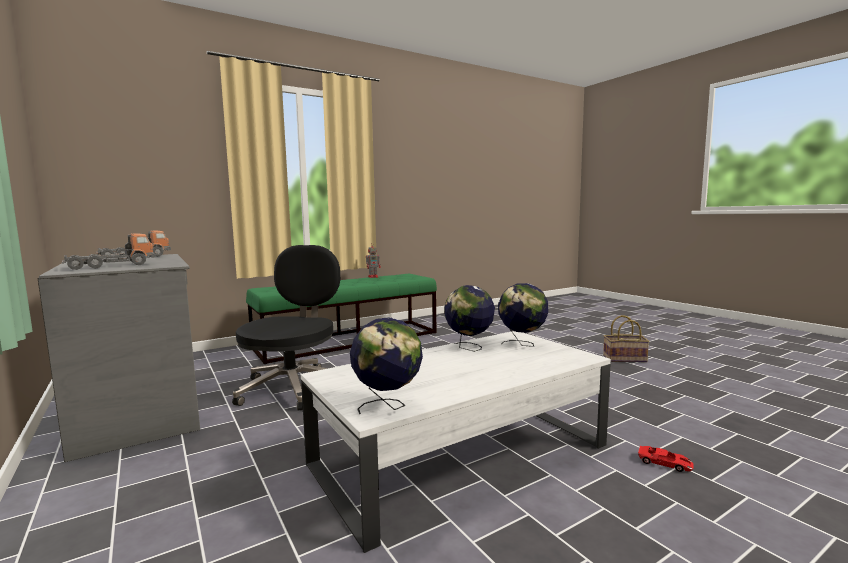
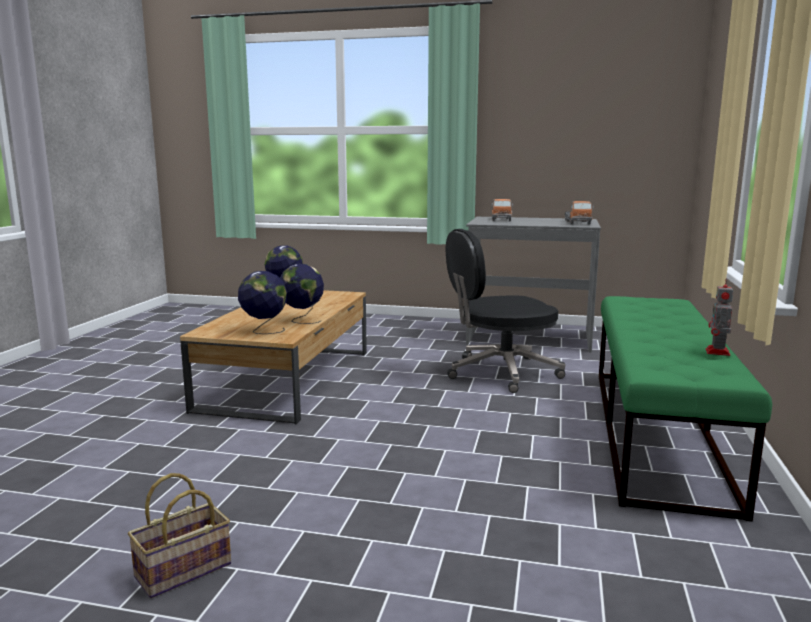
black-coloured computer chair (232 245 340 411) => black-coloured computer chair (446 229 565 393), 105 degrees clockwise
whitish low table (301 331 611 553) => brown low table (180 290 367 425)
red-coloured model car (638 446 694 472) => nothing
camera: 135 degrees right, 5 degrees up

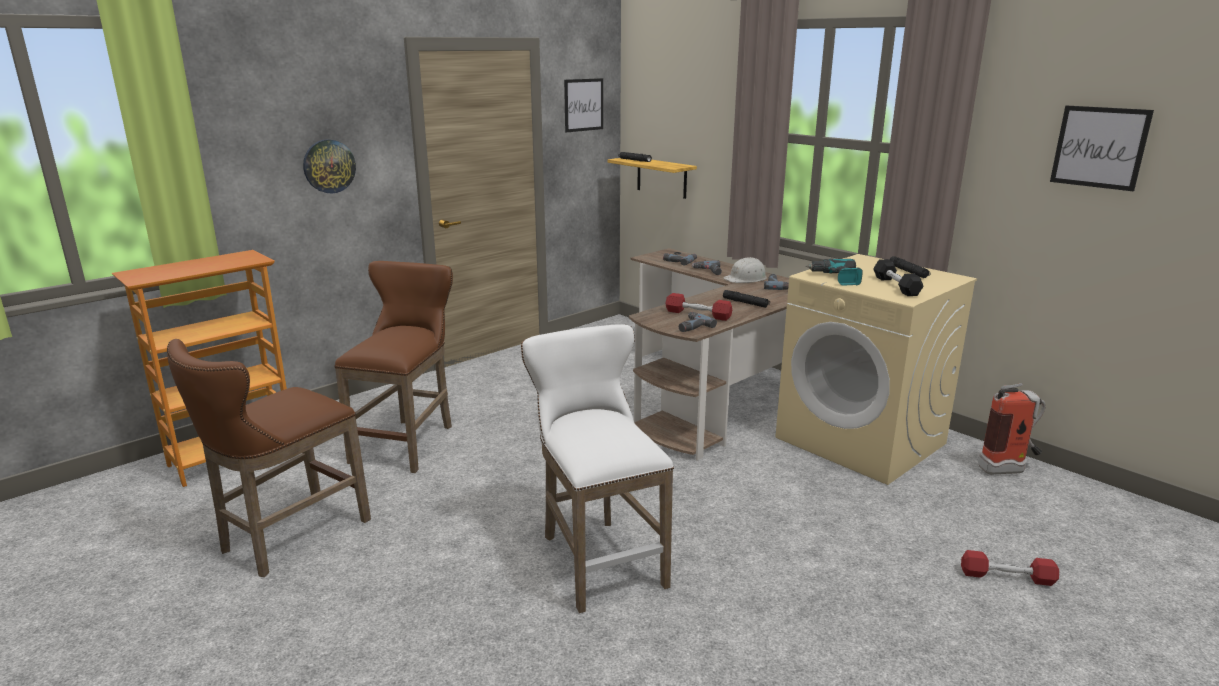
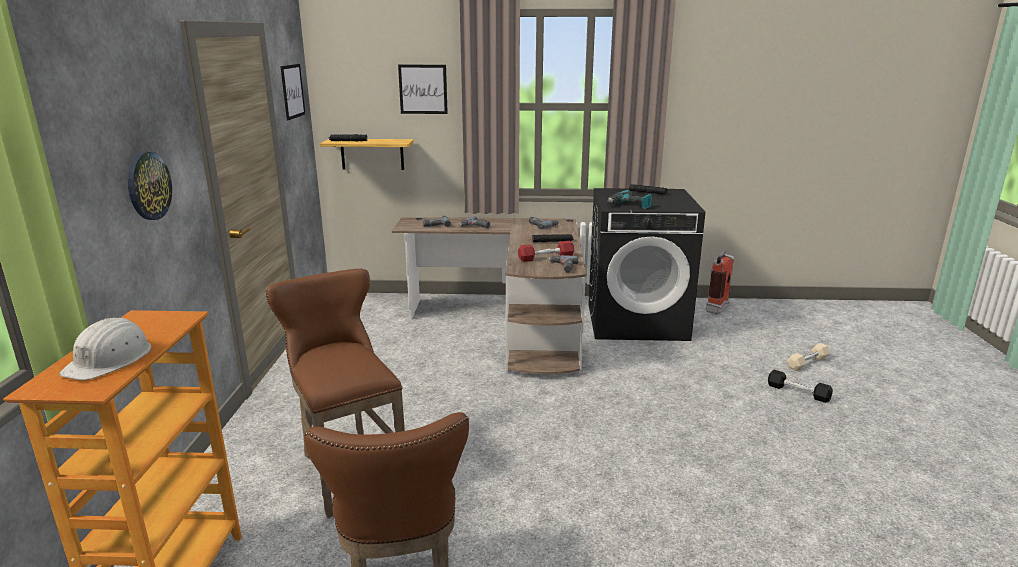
wall art (1050 106 1154 191) => wall art (398 65 448 114), move
beige washing machine (775 254 977 485) => black-coloured washing machine (588 188 705 341)
whitish safety helmet (723 257 767 283) => whitish safety helmet (59 318 151 380), move
black-coloured hand weight (873 259 924 296) => black-coloured hand weight (768 370 833 403), move
whitish stool (521 324 674 613) => nothing
red-coloured hand weight (961 550 1059 586) => beige hand weight (787 343 830 371)
camera: 45 degrees left, 0 degrees up

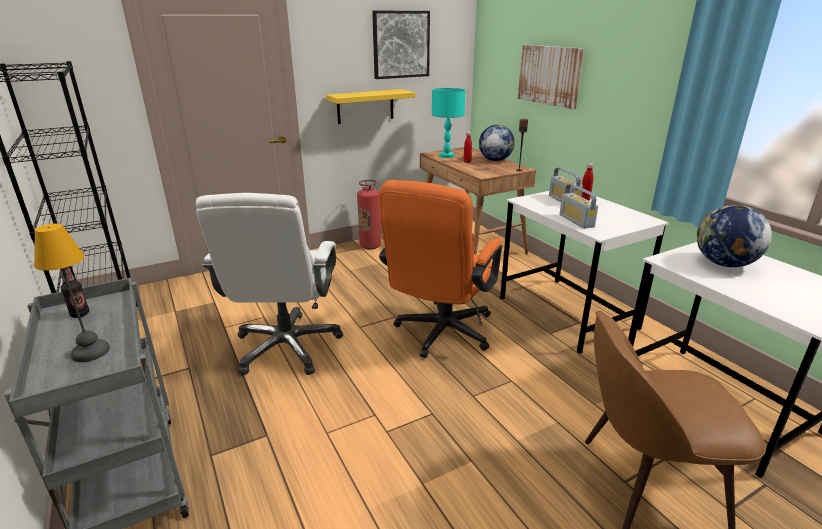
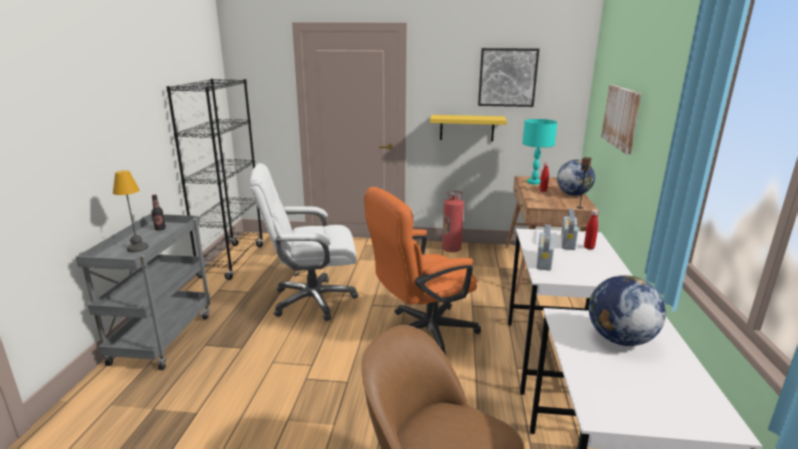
whitish computer chair (196 193 343 375) => whitish computer chair (250 163 358 321), 45 degrees clockwise
camera: 35 degrees right, 5 degrees down

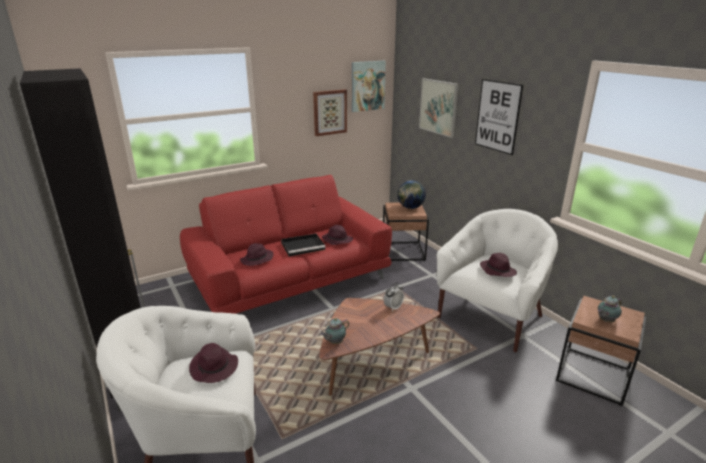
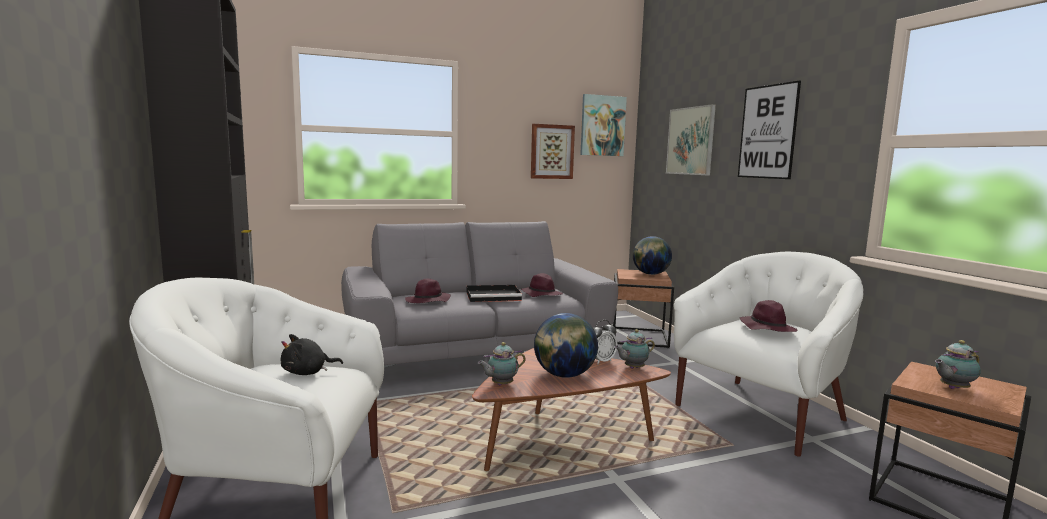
red-coloured sofa (180 175 392 314) => gray sofa (341 221 618 368)
purple wearable hat (189 343 238 383) => black-coloured soft toy (281 334 343 375)
nothing => globe (534 313 598 378)
nothing => teapot (614 329 655 369)
camera: 10 degrees right, 15 degrees down

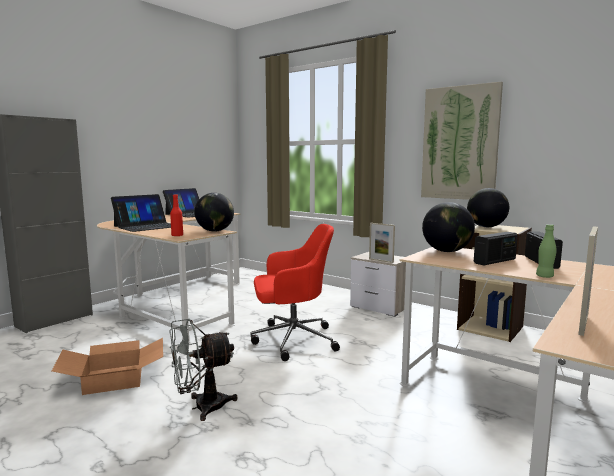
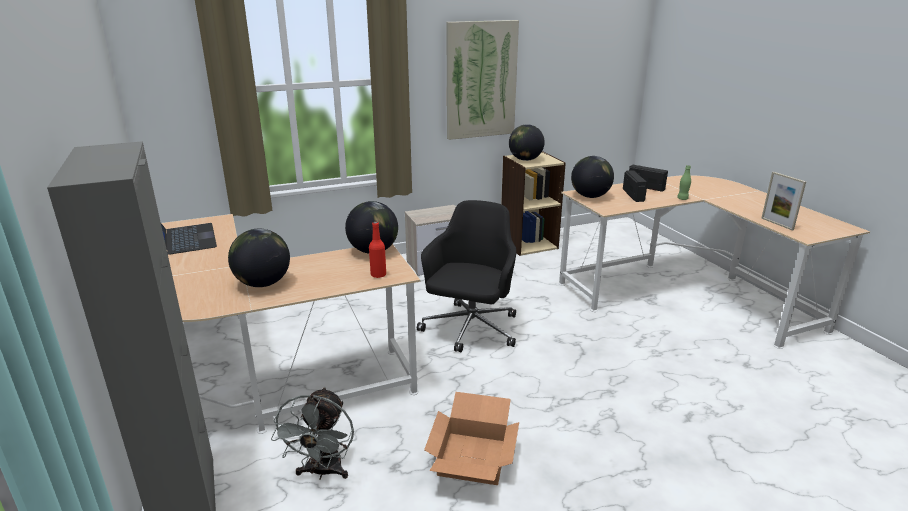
notebook computer (111 194 171 232) => globe (228 229 290 287)
standing frame (369 223 395 263) => nothing
red-coloured computer chair (250 224 340 361) => black-coloured computer chair (417 200 516 352)
gray electric fan (169 318 238 421) => gray electric fan (271 387 354 480), move
camera: 60 degrees left, 15 degrees up

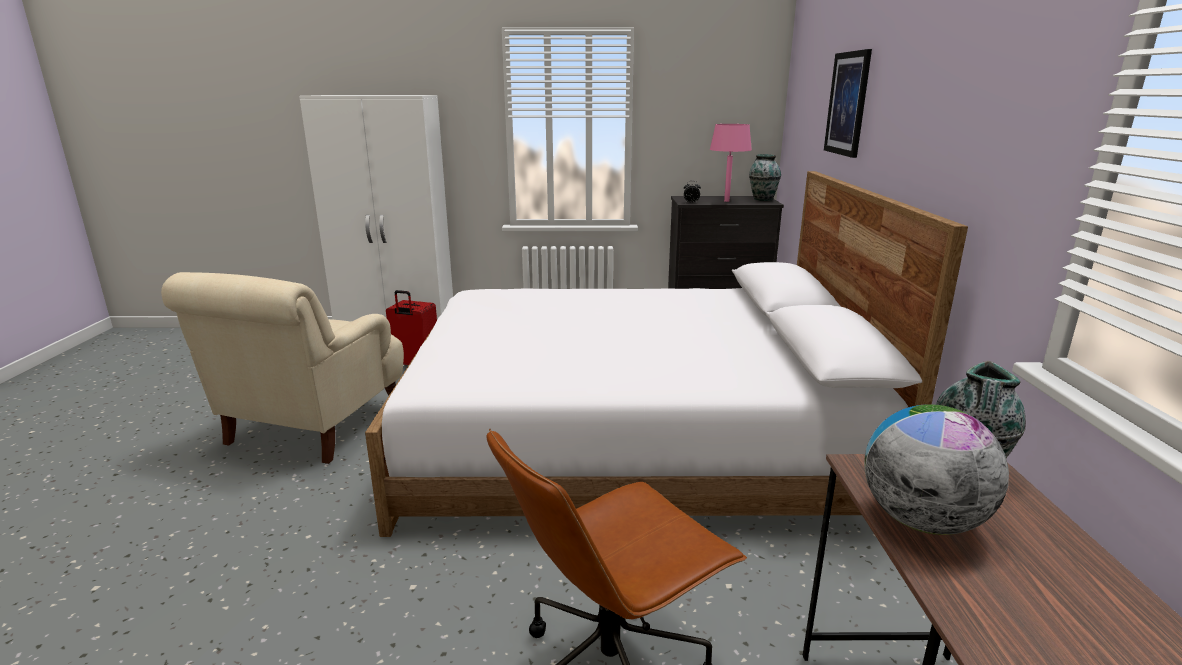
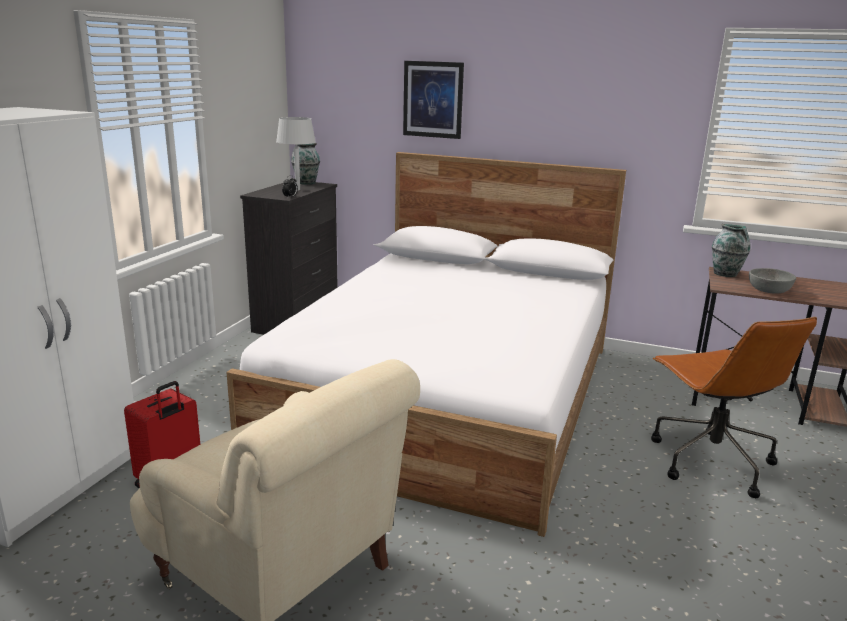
pink-coloured lamp for a table (710 124 752 202) => gray lamp for a table (276 117 316 190)
globe (864 404 1009 535) => gray serving bowl (749 268 796 294)
camera: 70 degrees left, 0 degrees up

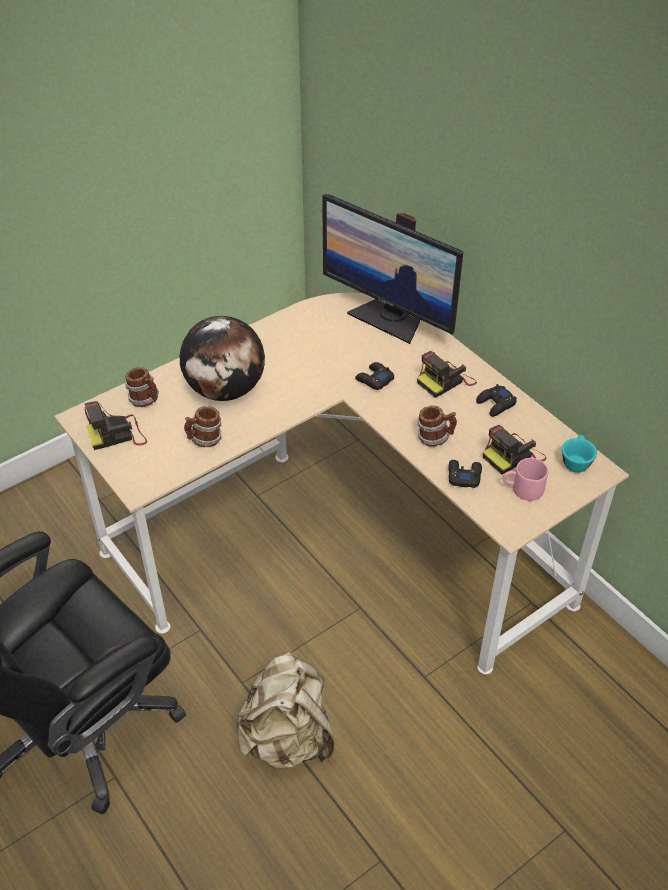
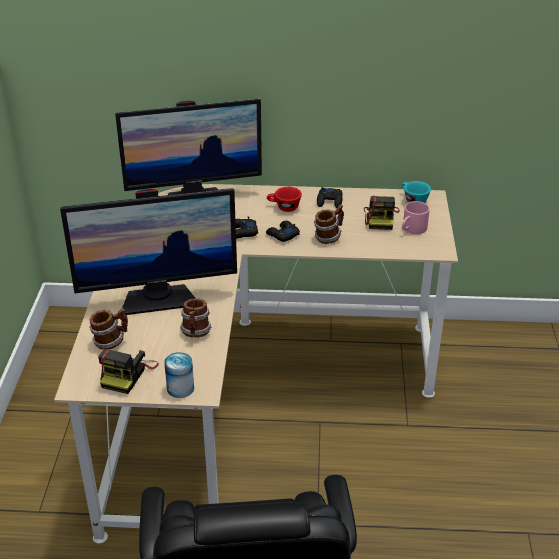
globe (179 316 265 401) => computer screen (60 188 237 315)
photo camera (417 351 477 398) => red-coloured cup (267 187 302 212)
black-coloured game controller (448 460 482 488) => black-coloured game controller (266 221 300 242), move
beige rucksack (236 652 334 770) => nothing
nothing => metal can (164 352 194 398)
camera: 50 degrees left, 10 degrees down

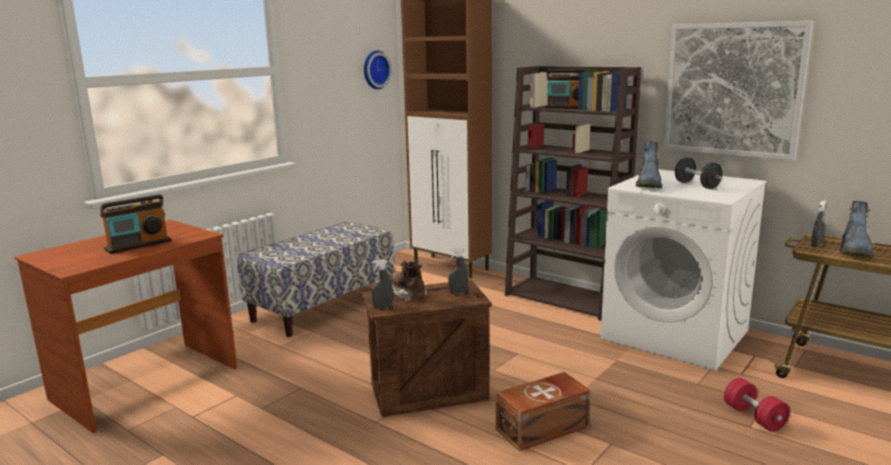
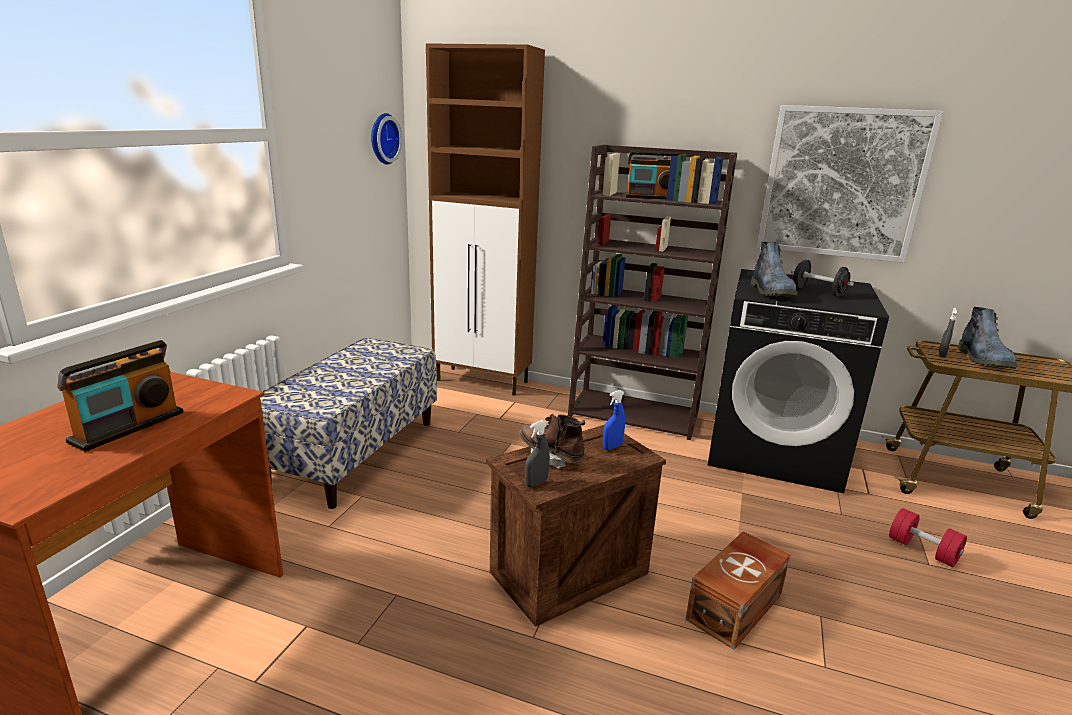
whitish washing machine (601 169 767 371) => black-coloured washing machine (708 269 889 493)
gray hand sprayer (448 247 468 294) => blue-coloured hand sprayer (603 390 625 450)
camera: 20 degrees left, 5 degrees up

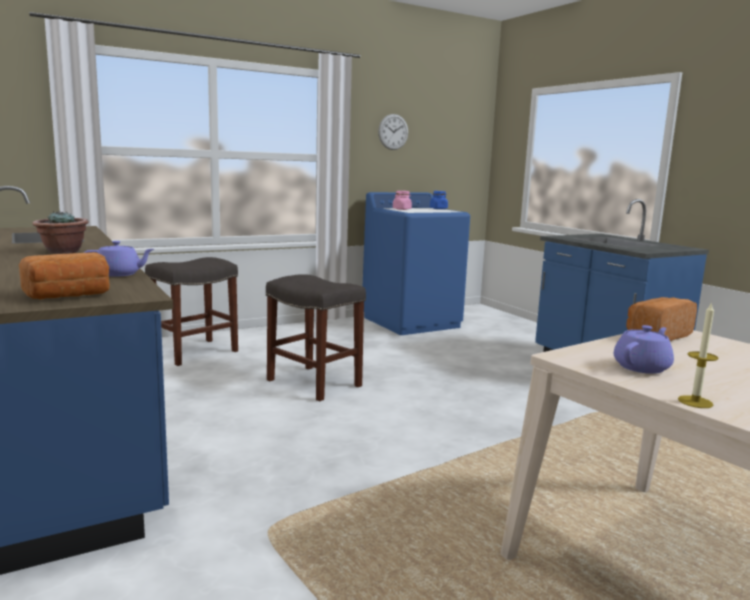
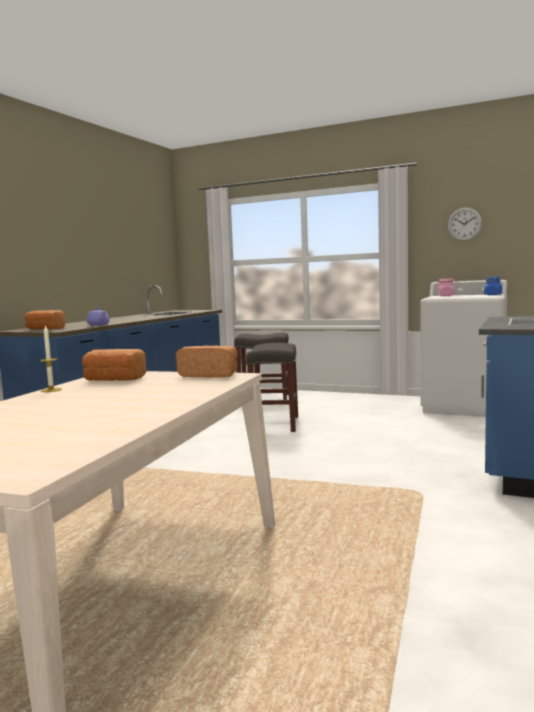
blue-coloured washing machine (363 192 470 335) => whitish washing machine (420 280 507 417)
potted plant (32 211 89 254) => nothing
purple teapot (614 325 674 374) => baked bread (82 349 147 381)
camera: 55 degrees right, 5 degrees down

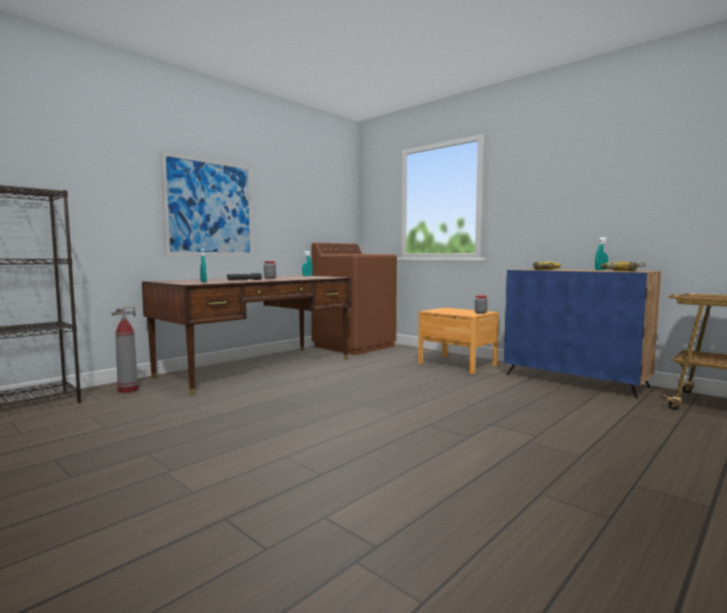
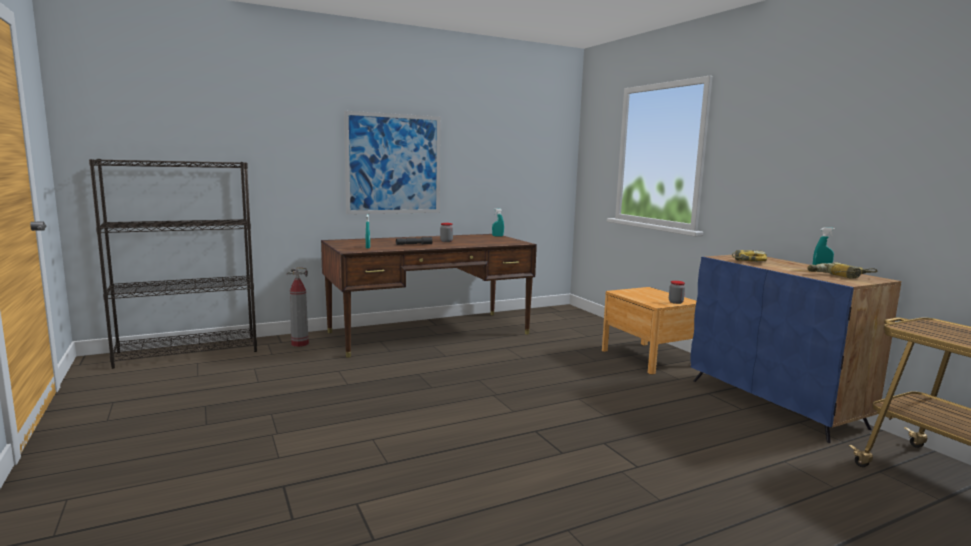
brown washing machine (311 242 397 355) => nothing
camera: 20 degrees right, 5 degrees up

